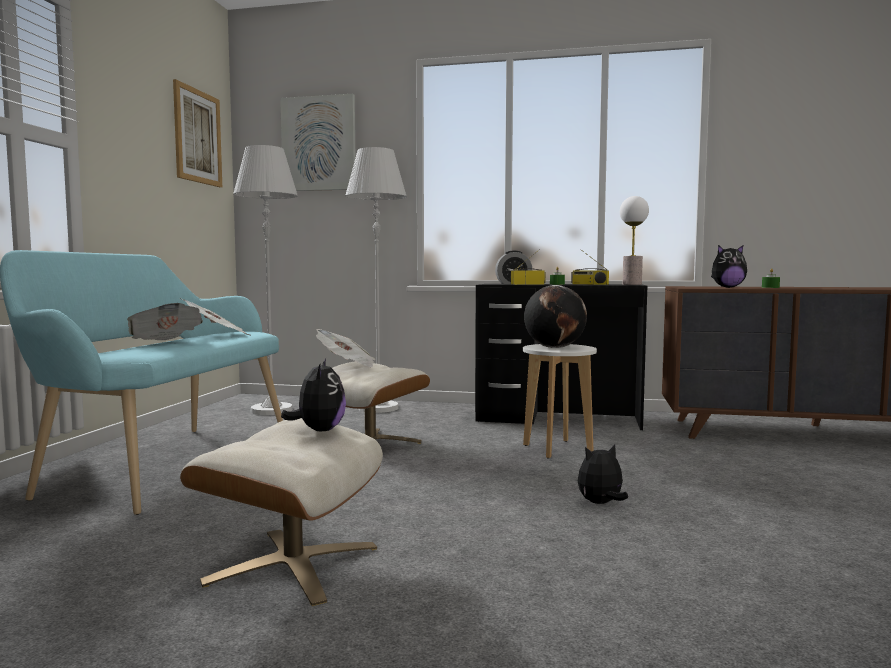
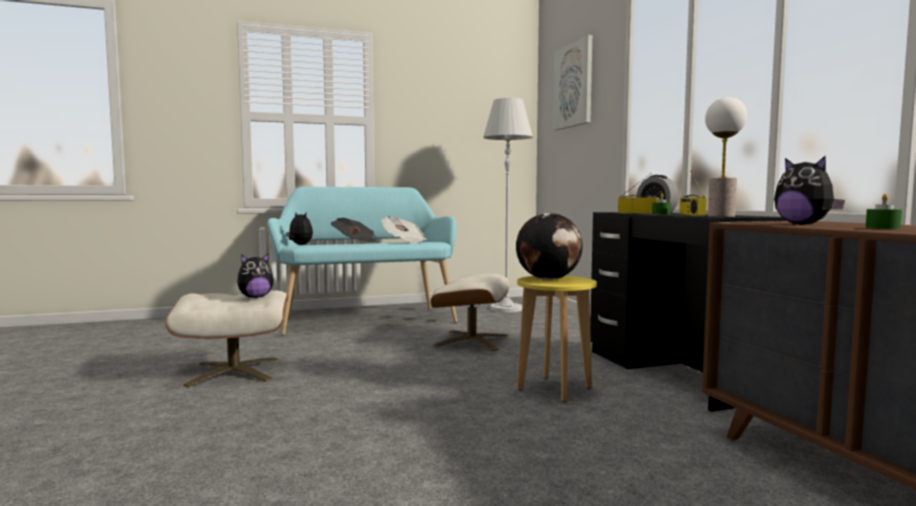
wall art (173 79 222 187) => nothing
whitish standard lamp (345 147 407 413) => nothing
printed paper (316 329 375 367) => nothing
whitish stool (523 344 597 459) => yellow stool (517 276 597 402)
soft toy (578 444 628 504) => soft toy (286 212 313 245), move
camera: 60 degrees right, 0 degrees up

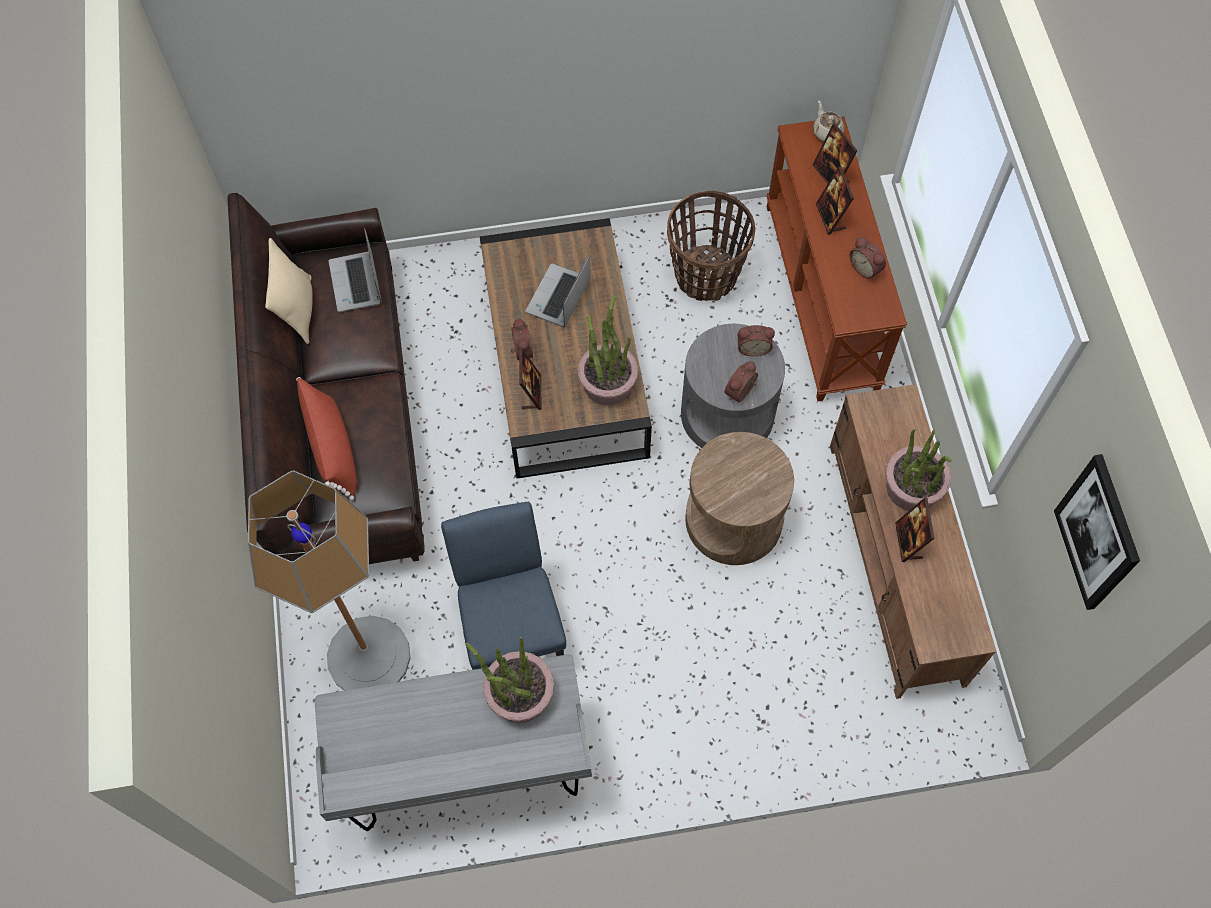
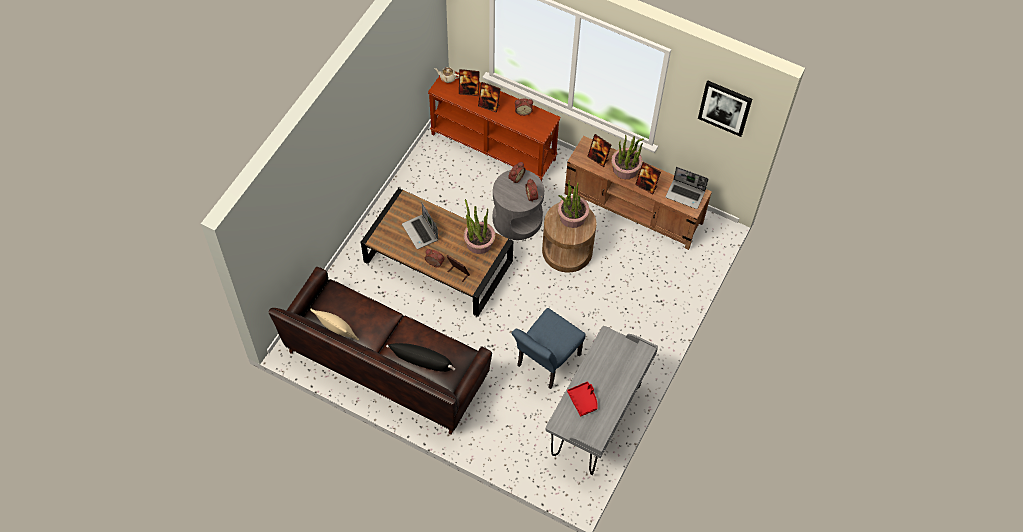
household basket (667 191 755 301) => nothing
notebook computer (329 228 382 312) => notebook computer (665 167 709 209), move
red-coloured cushion (296 377 357 501) => black-coloured cushion (386 343 455 372)
standard lamp (248 471 411 691) => nothing
blue-coloured plain chair (441 502 566 670) => blue-coloured plain chair (511 308 586 389), 75 degrees counterclockwise
potted plant (465 637 554 723) => potted plant (558 180 590 228), move
nothing => standing frame (587 134 611 167)
nothing => red-coloured carrying tray (567 381 598 416)
camera: 55 degrees left, 5 degrees down

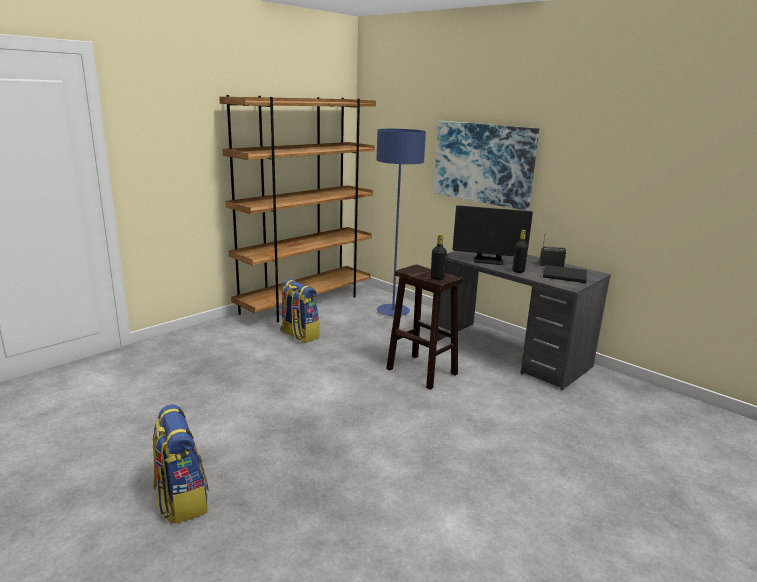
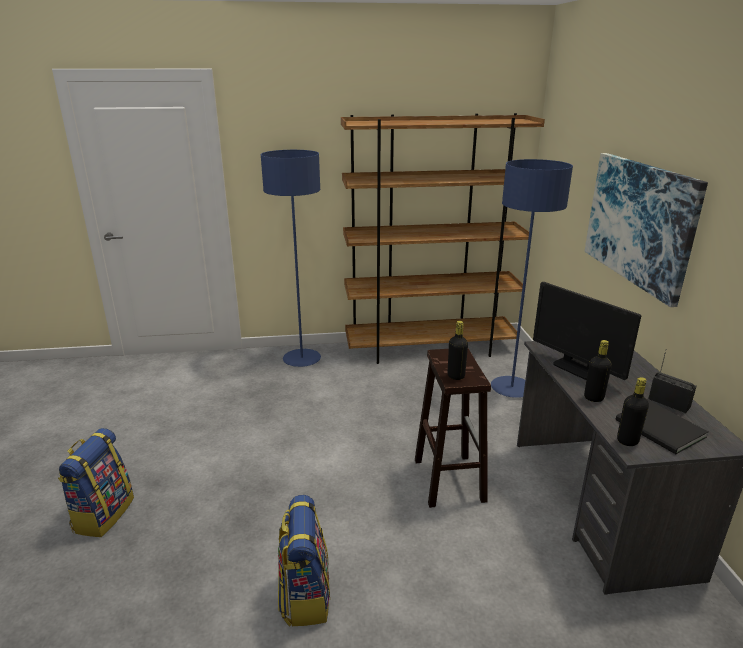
rucksack (280 279 319 343) => rucksack (278 495 330 627), move
nothing => blue-coloured standard lamp (261 150 321 367)
nothing => black-coloured drink bottle (617 377 649 446)
camera: 40 degrees right, 5 degrees up

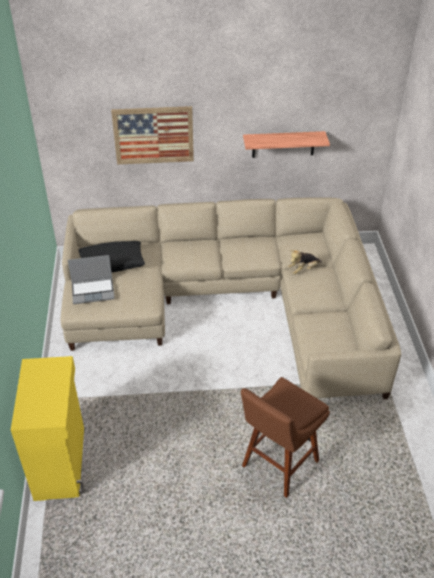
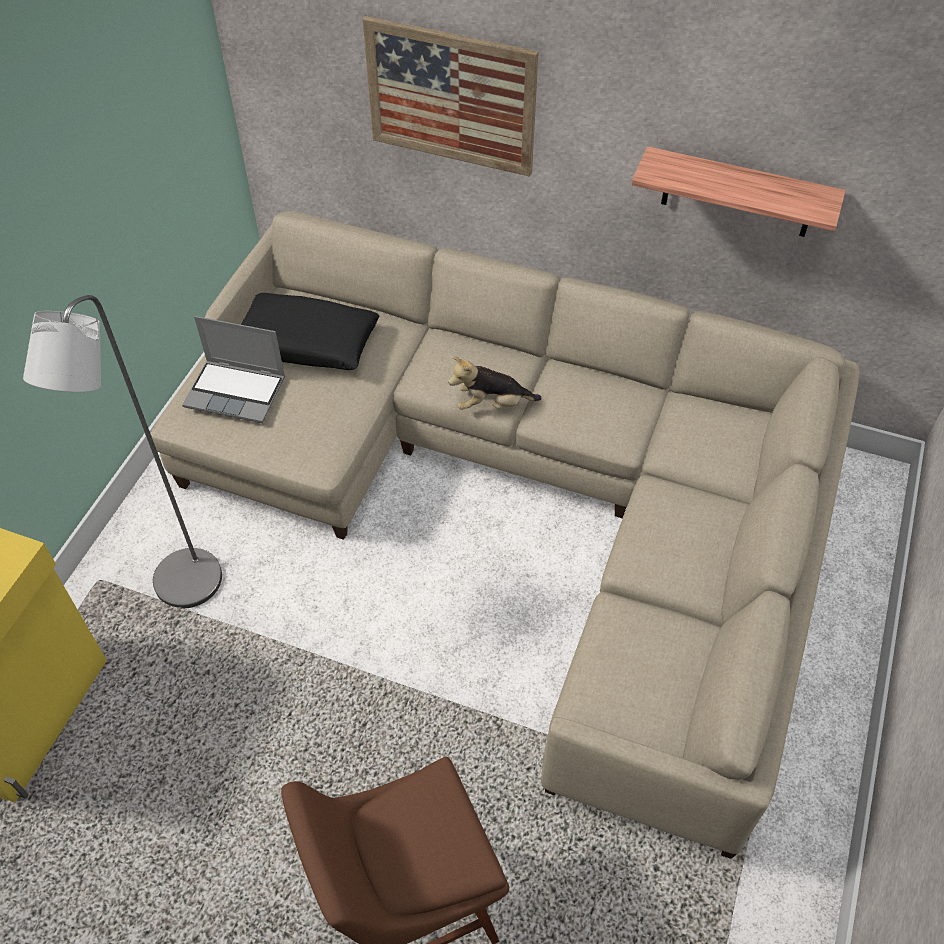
soft toy (288 250 322 275) => soft toy (448 357 542 410), move
nothing => gray standard lamp (23 295 222 608)
camera: 25 degrees right, 10 degrees up

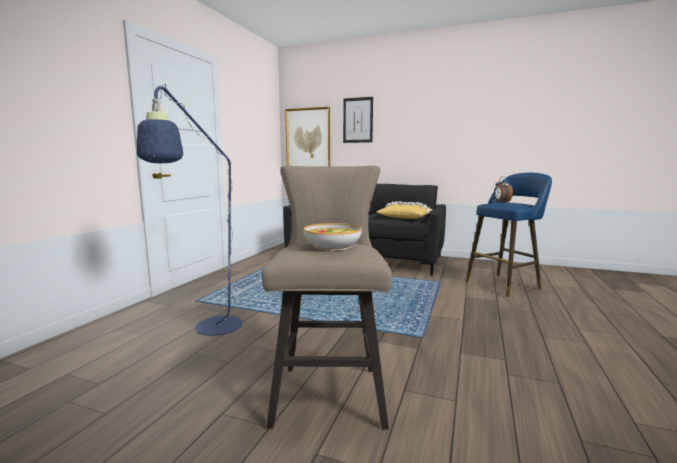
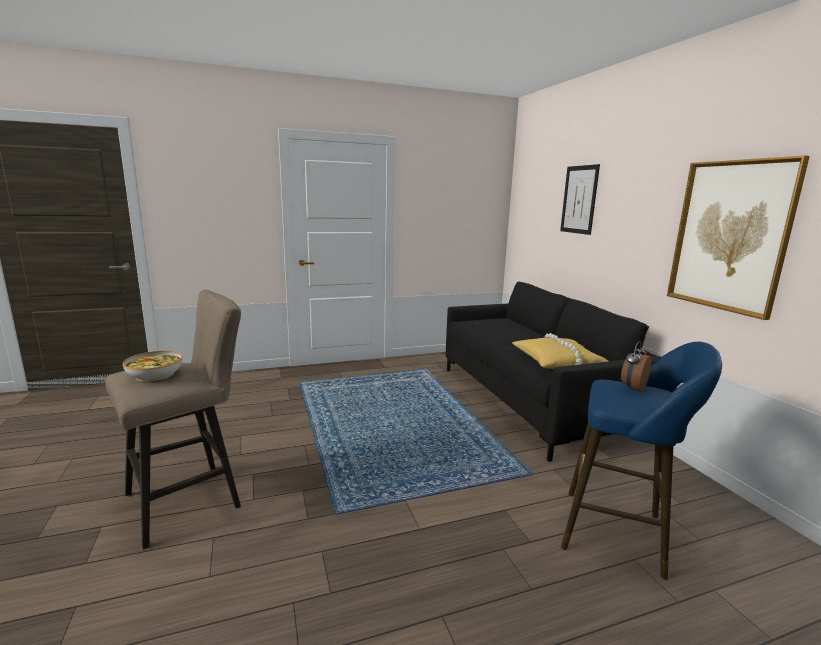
blue-coloured standard lamp (137 84 264 336) => nothing
wall art (285 107 330 167) => wall art (667 156 810 320), move
camera: 50 degrees right, 5 degrees up

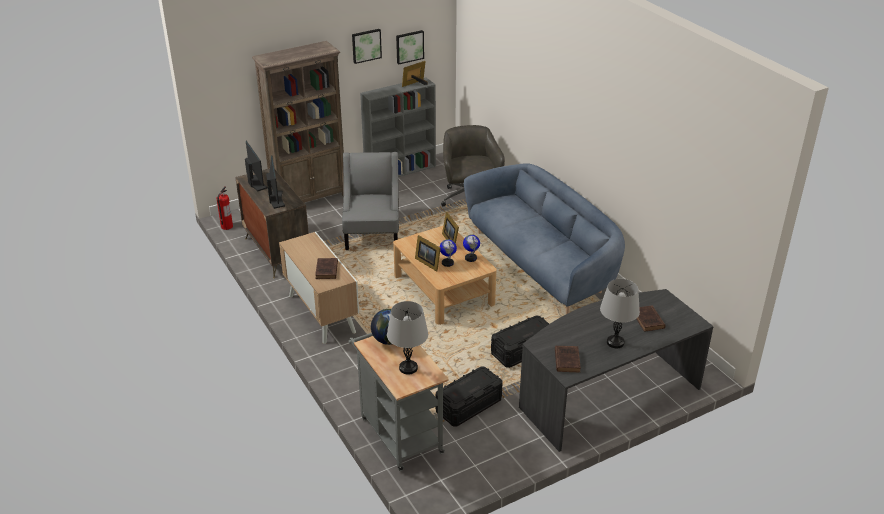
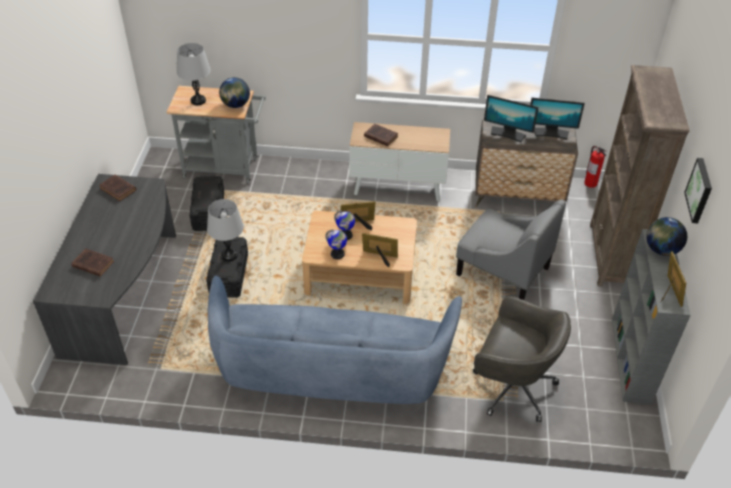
wall art (396 30 424 64) => nothing
gray lamp for a table (600 279 640 348) => gray lamp for a table (207 199 244 261), move
nothing => globe (646 217 687 256)
camera: 125 degrees right, 10 degrees up

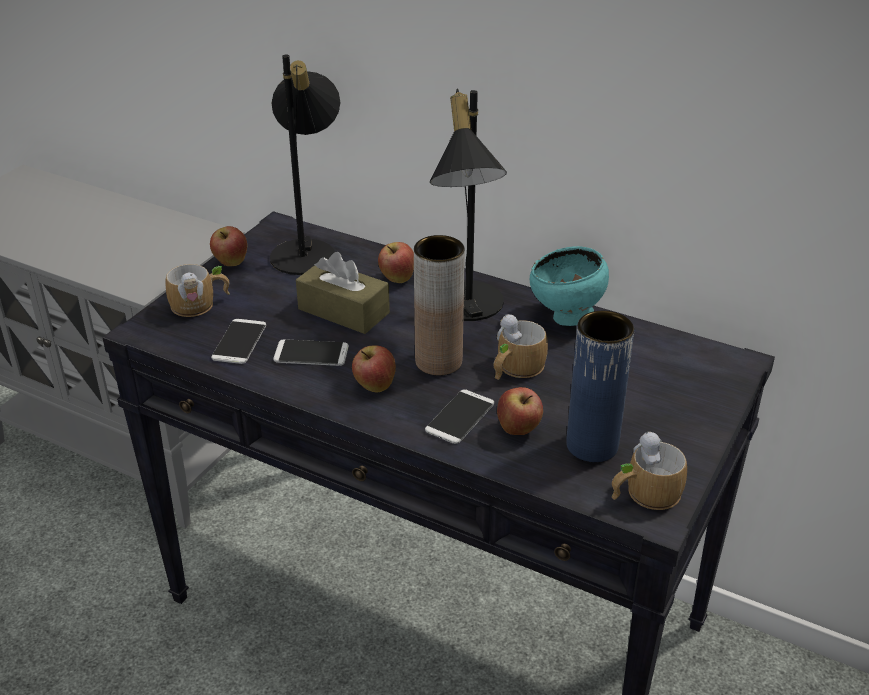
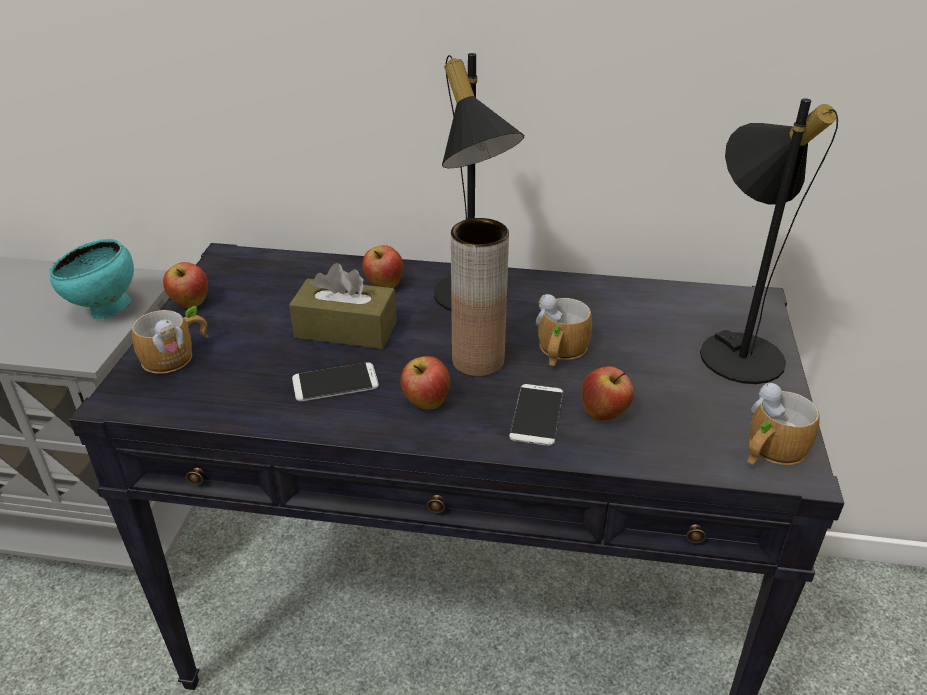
black-coloured lamp for a table (270 55 341 275) => black-coloured lamp for a table (700 98 838 384), move
turquoise-coloured serving bowl (530 246 609 326) => turquoise-coloured serving bowl (50 239 134 319), move
blue-coloured vase (566 311 634 462) => nothing
telephone (211 319 266 364) => nothing
camera: 20 degrees left, 0 degrees up

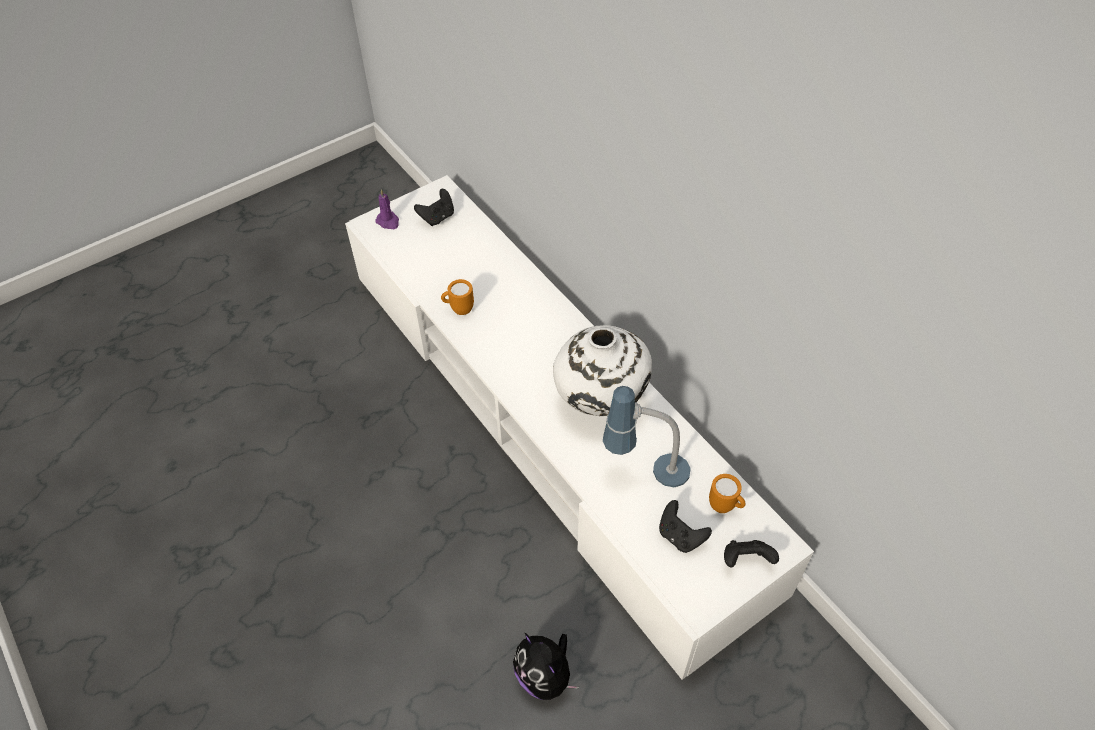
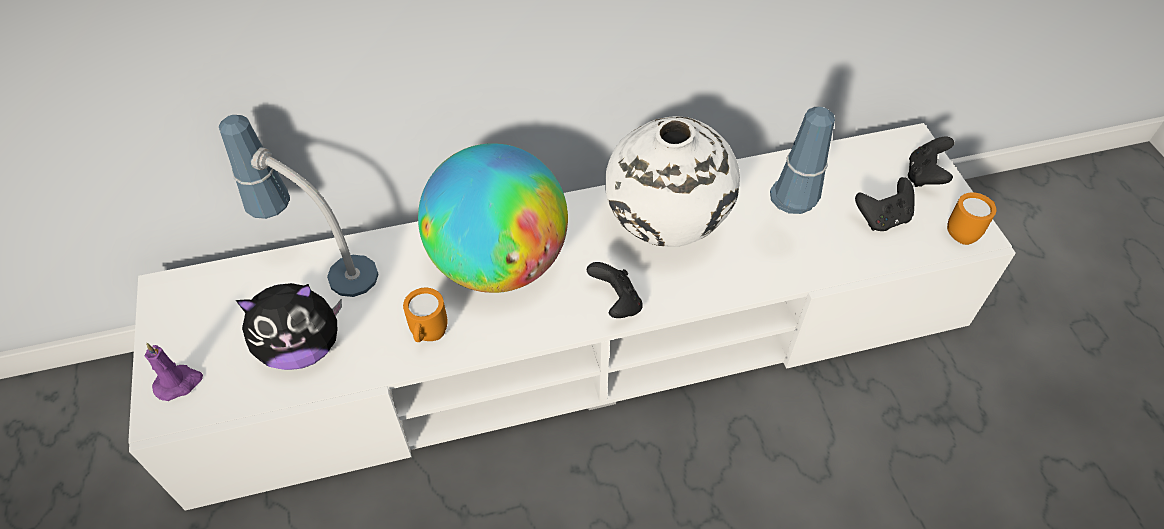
black-coloured game controller (414 189 454 226) => black-coloured game controller (587 262 643 318), move
orangey tea mug (709 474 746 513) => orangey tea mug (947 192 996 245), move
soft toy (513 633 579 700) => soft toy (236 283 342 370), move
nothing => lamp for a table (219 115 378 297)
nothing => globe (418 143 568 293)
camera: 70 degrees left, 0 degrees up

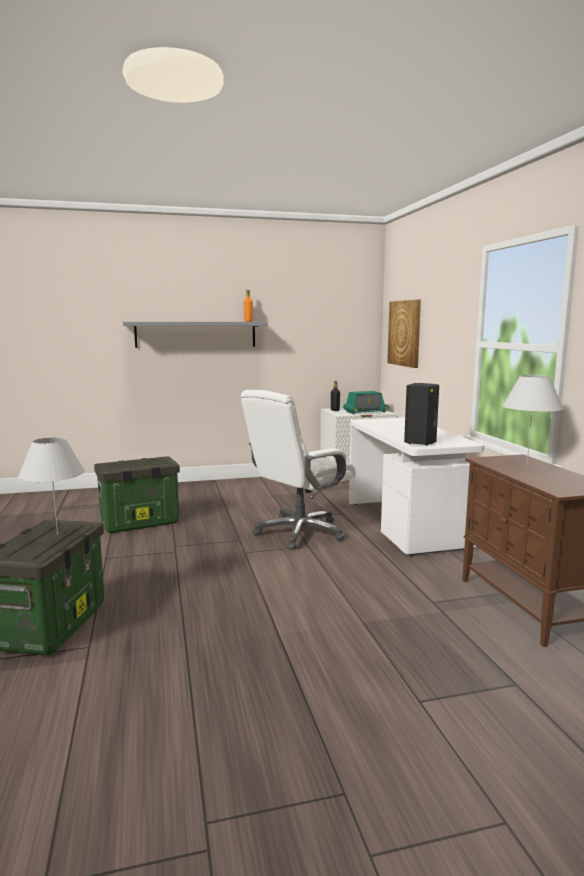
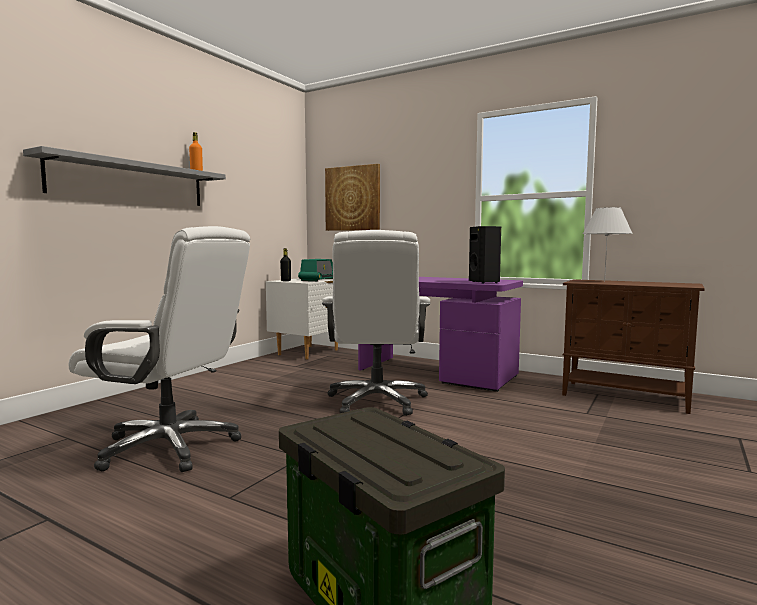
whitish desk (349 417 484 557) => purple desk (358 277 523 392)
whitish lamp for a table (18 437 85 535) => nothing
storage box (94 457 180 533) => whitish computer chair (68 226 250 472)
camera: 45 degrees left, 5 degrees down

